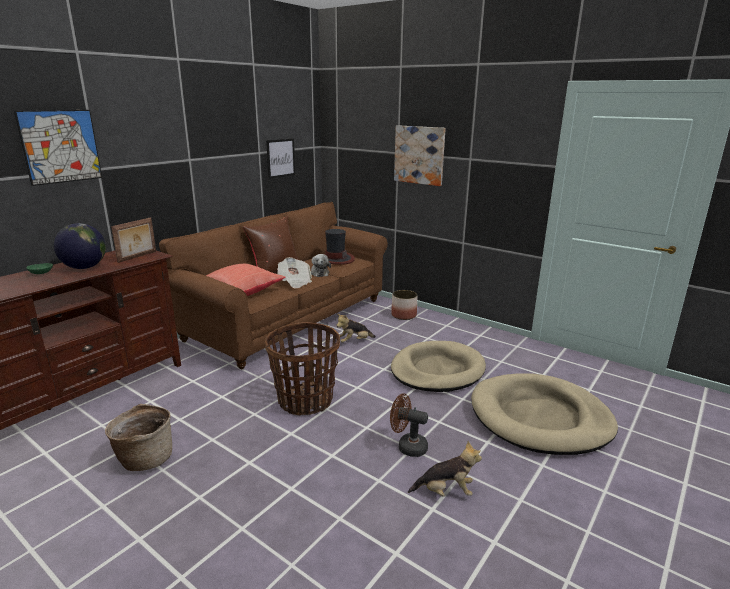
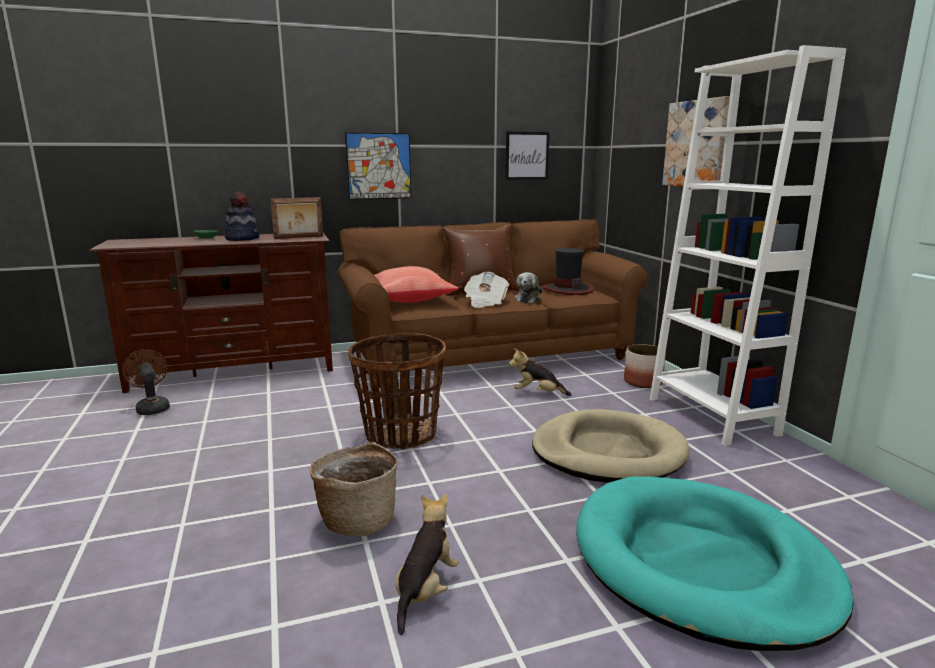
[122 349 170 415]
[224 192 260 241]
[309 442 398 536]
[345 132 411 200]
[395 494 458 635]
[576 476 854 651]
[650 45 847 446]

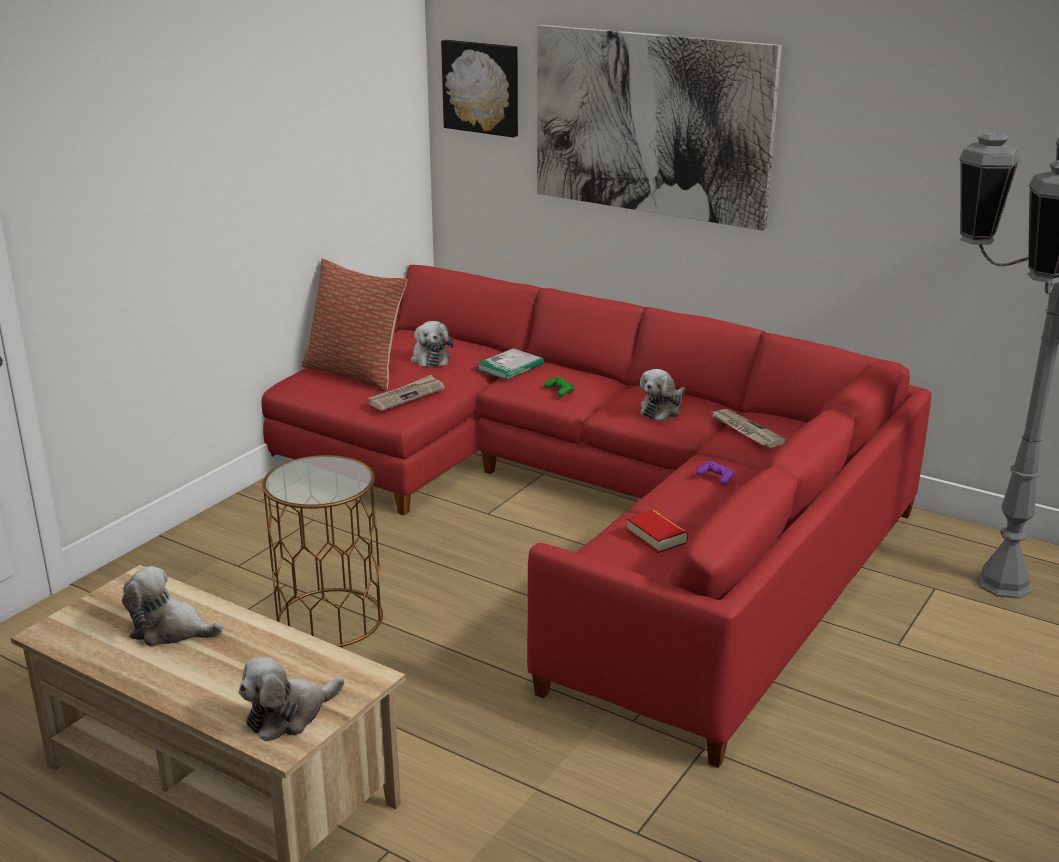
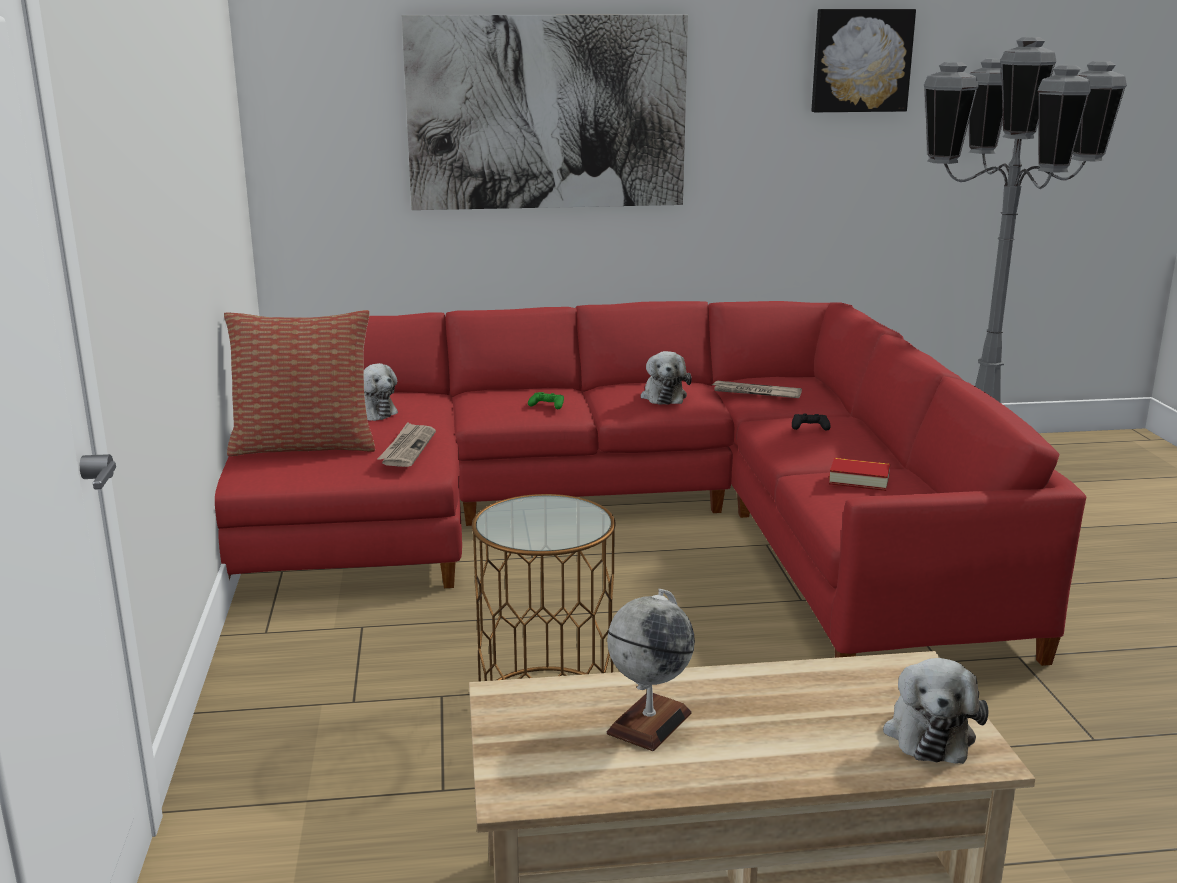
[607 589 695 751]
[792 414 831 431]
[812 9 916 112]
[476 348 544 380] (first image)

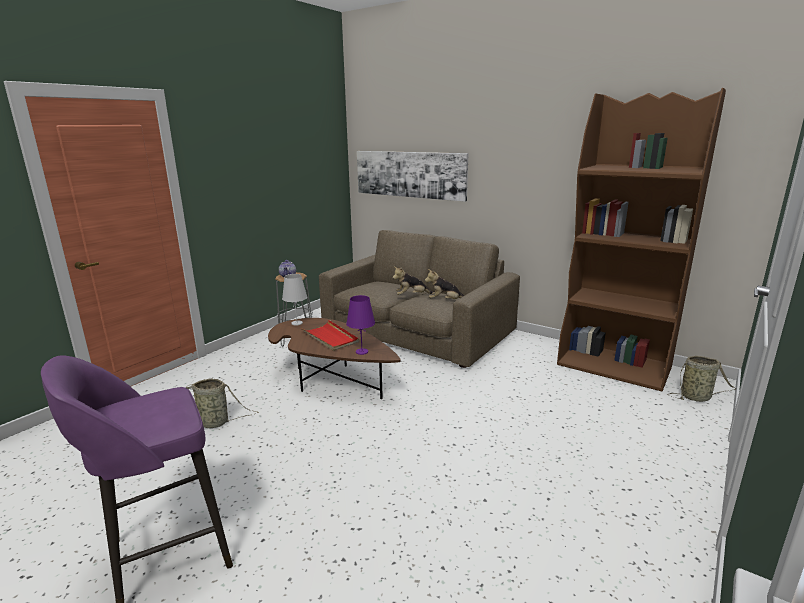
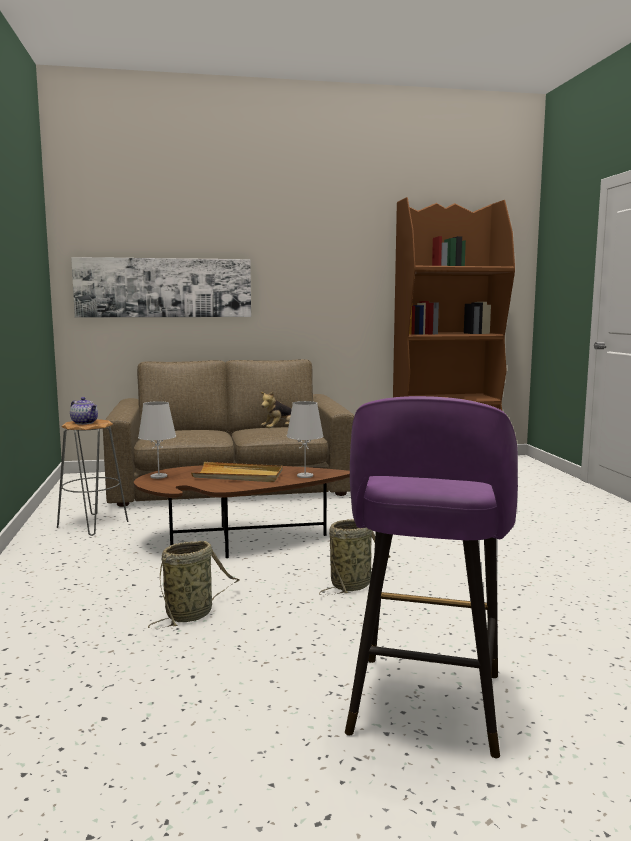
[191 462 283 482]
[287 401 324 478]
[319 519 390 595]
[393 267 433 295] (first image)

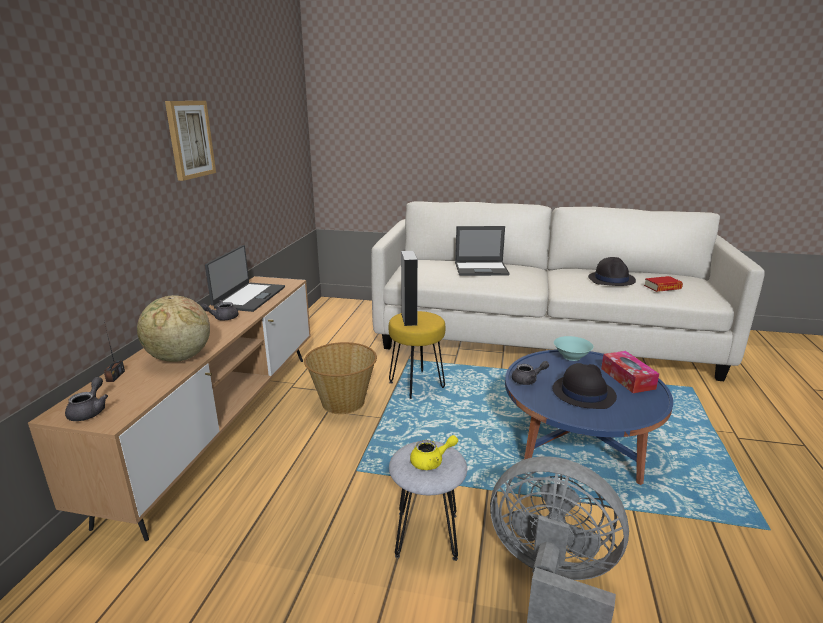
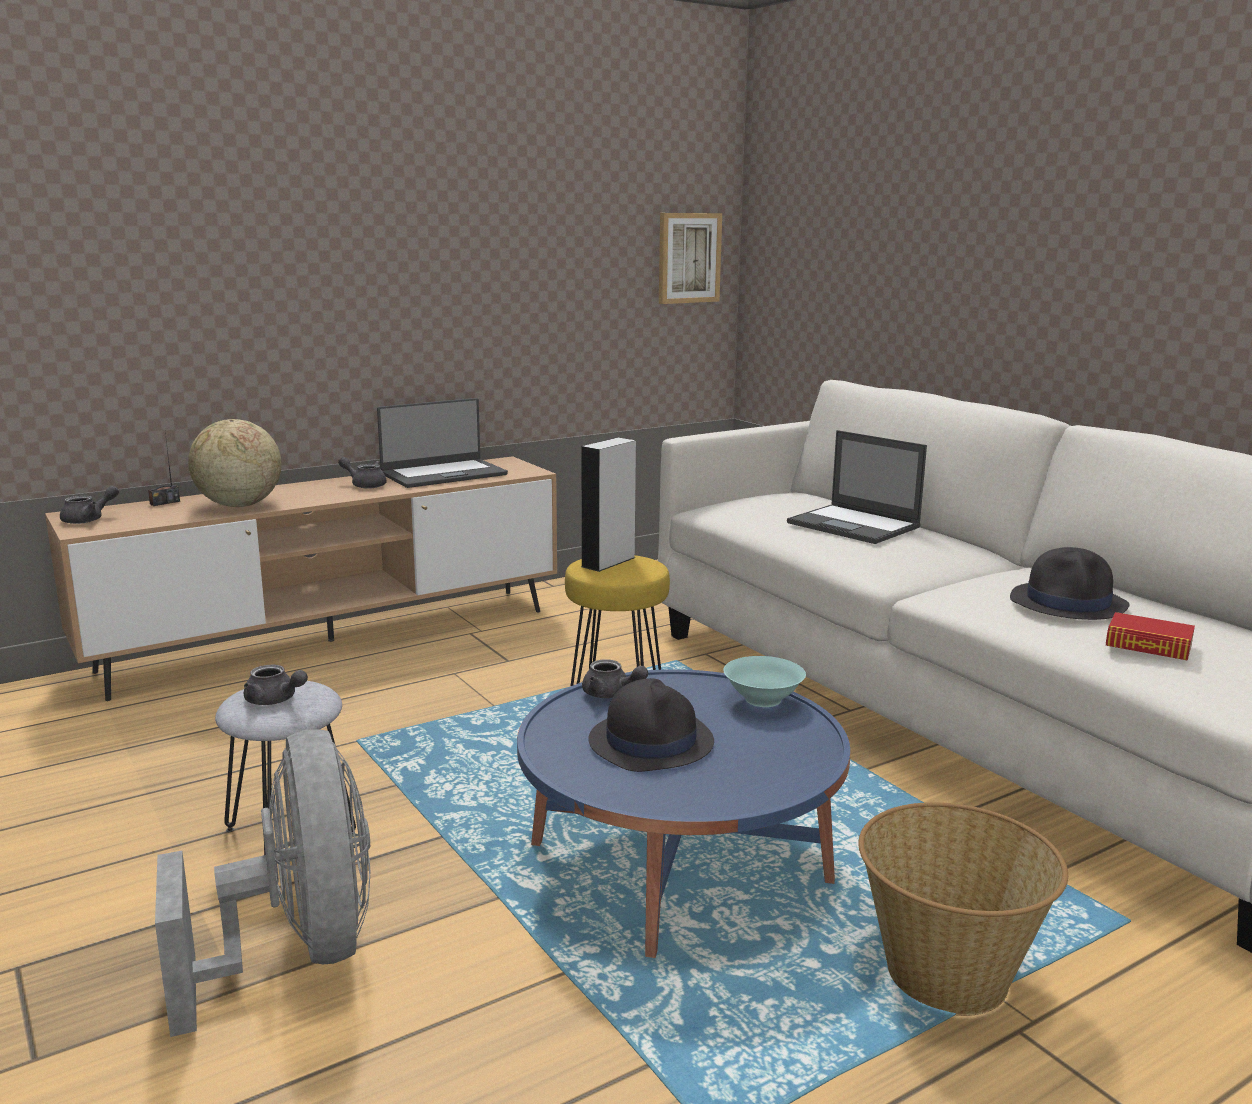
[244 665 308 705]
[659 213 722 304]
[858 802 1068 1016]
[601 351 659 393] (first image)

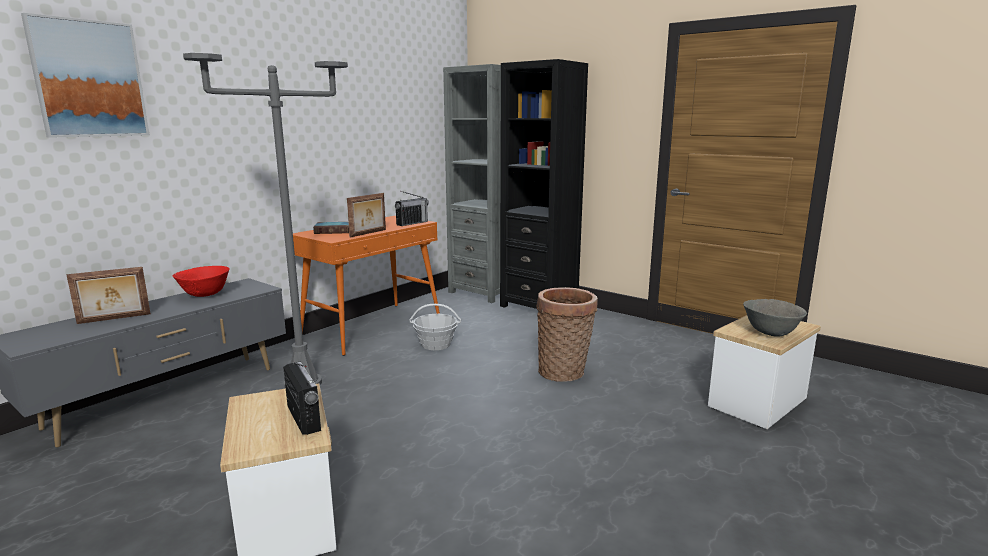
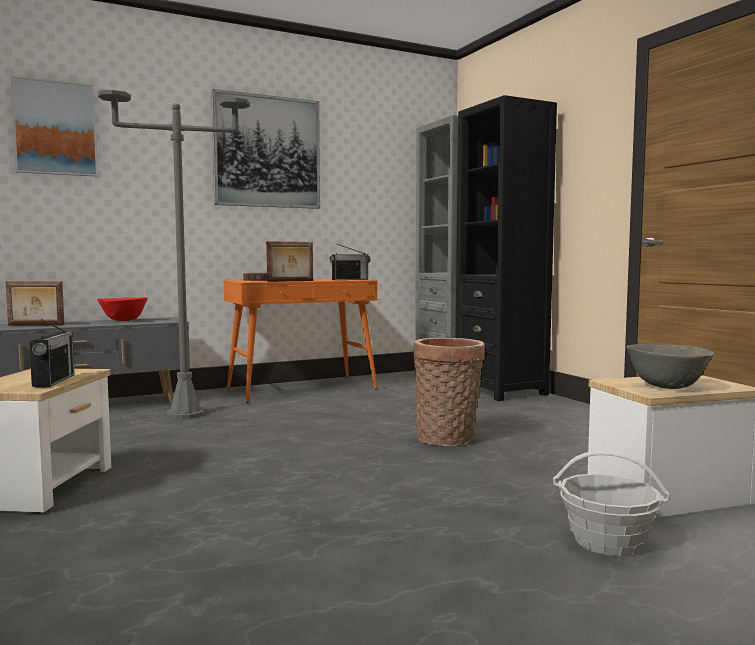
[211 89 320 209]
[553 451 670 556]

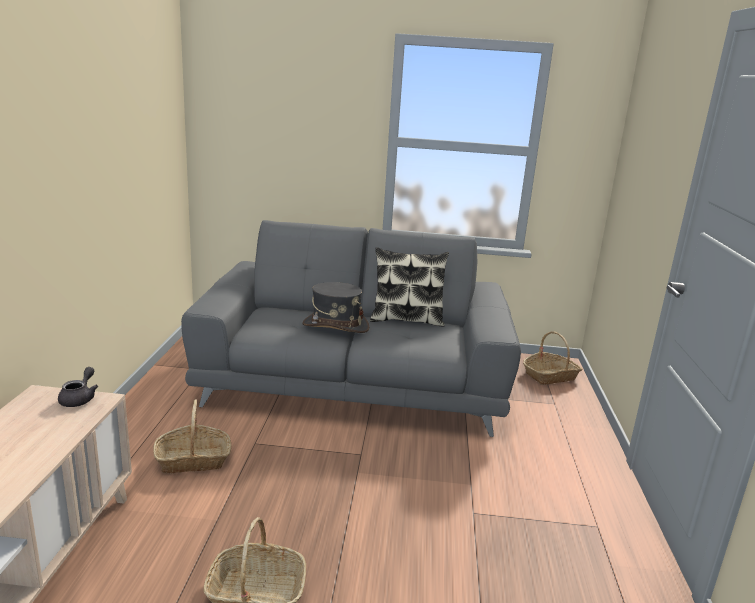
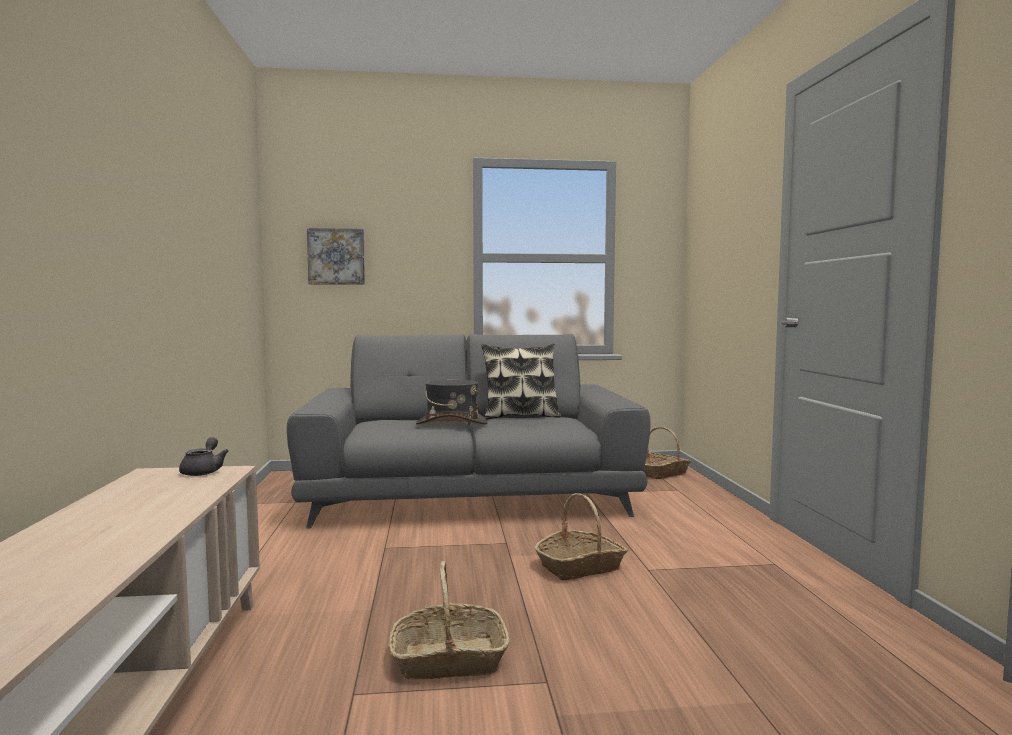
[307 228 365 285]
[535 493 628 580]

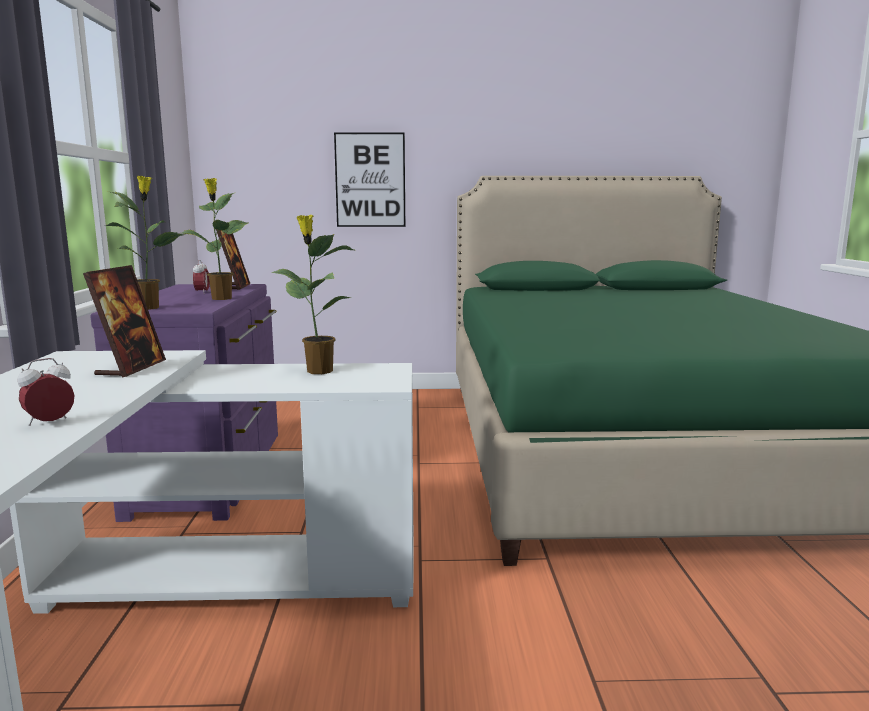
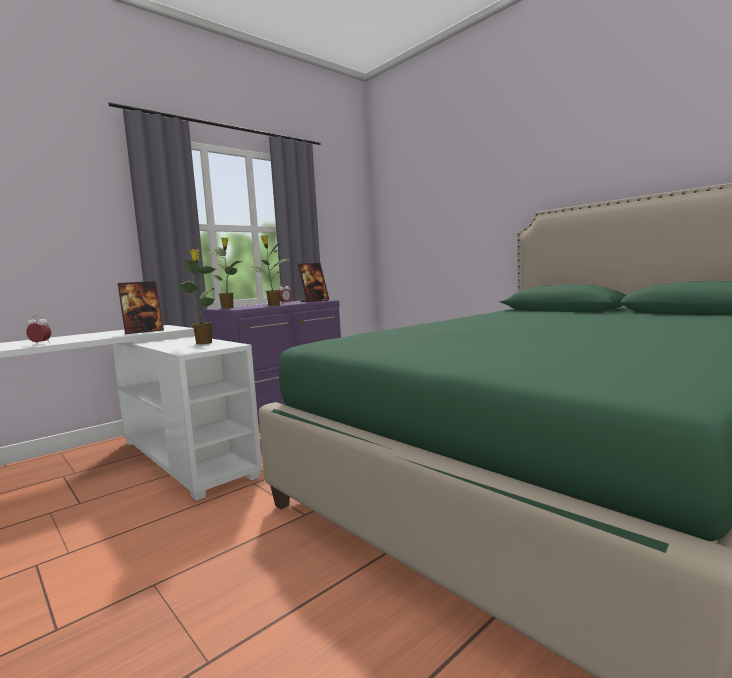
[334 132 405 227] (first image)

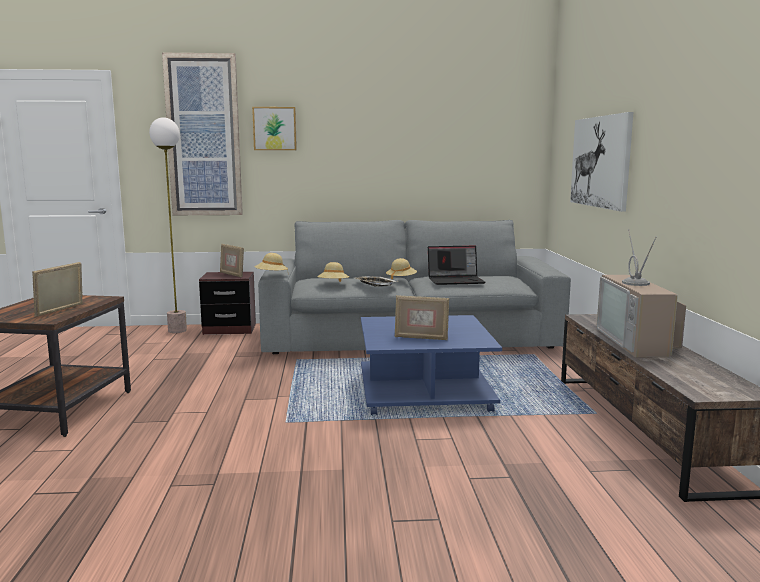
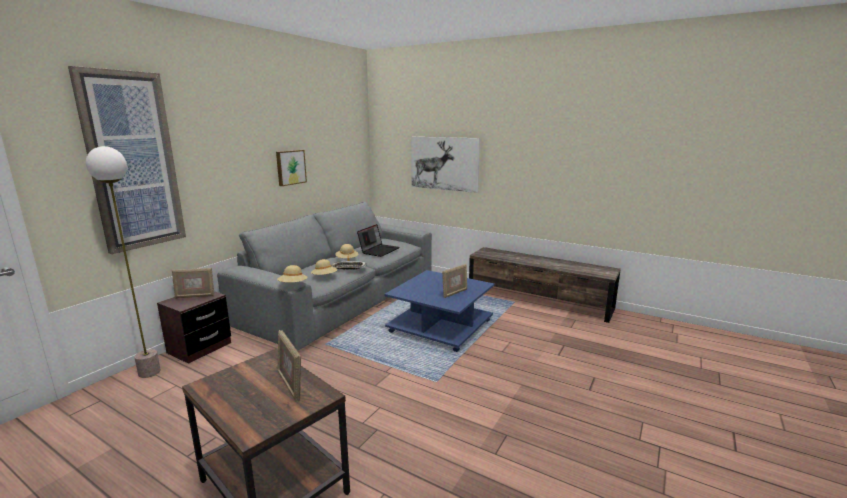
[276 150 307 186]
[597 229 686 357] (first image)

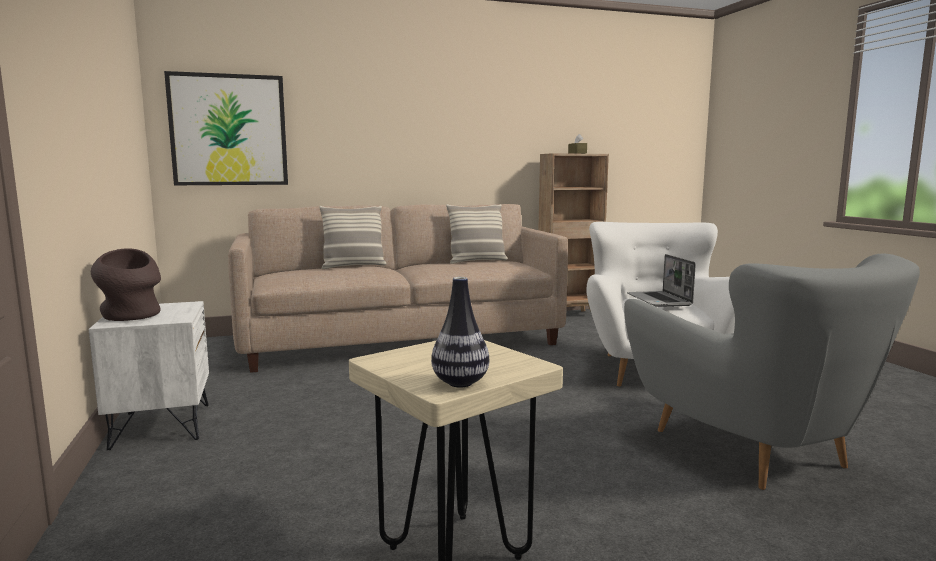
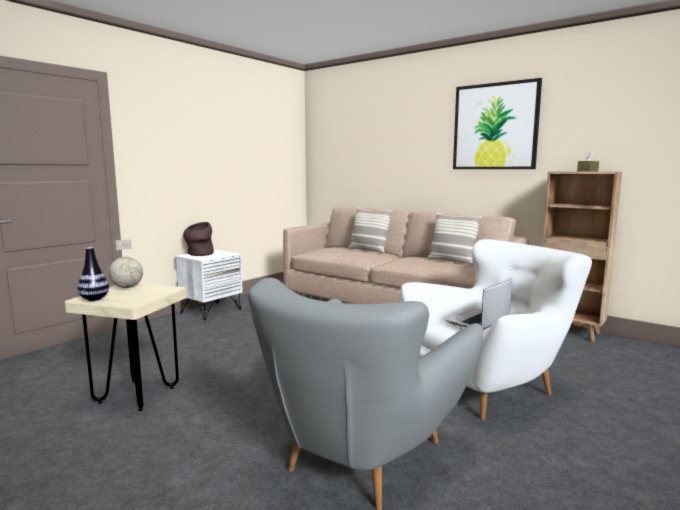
[109 239 143 288]
[453 78 542 169]

